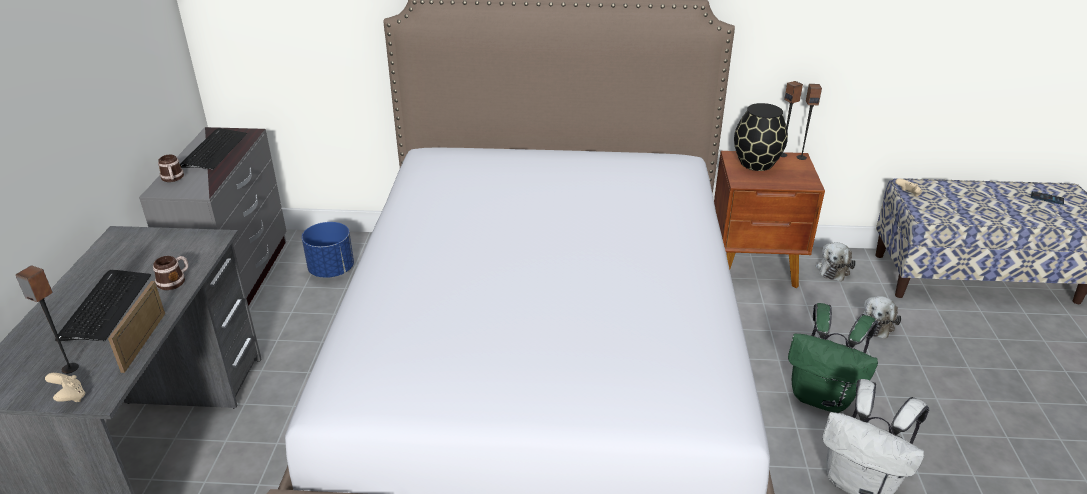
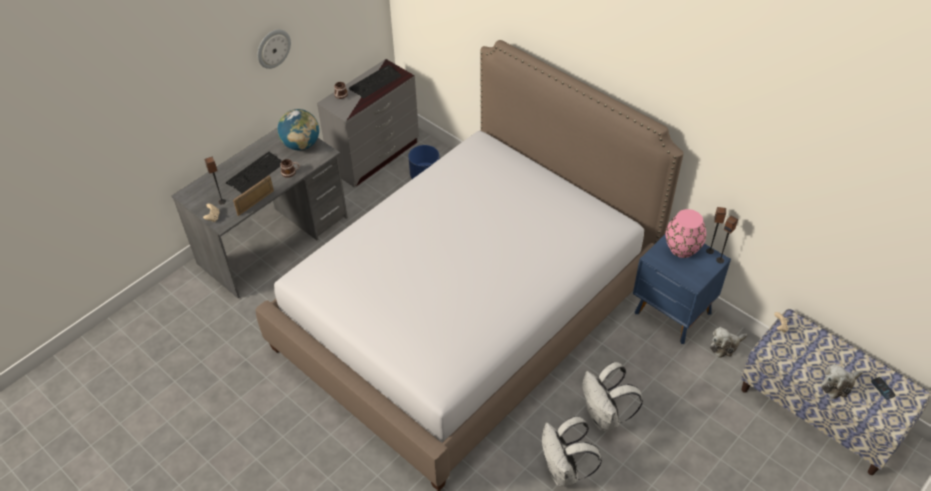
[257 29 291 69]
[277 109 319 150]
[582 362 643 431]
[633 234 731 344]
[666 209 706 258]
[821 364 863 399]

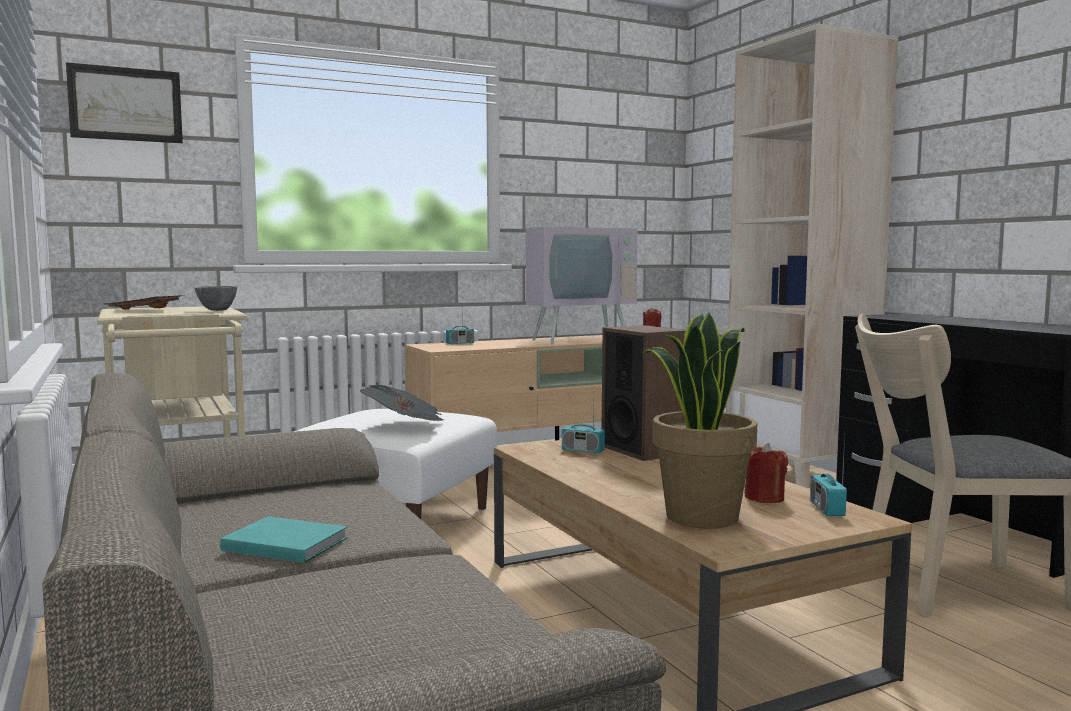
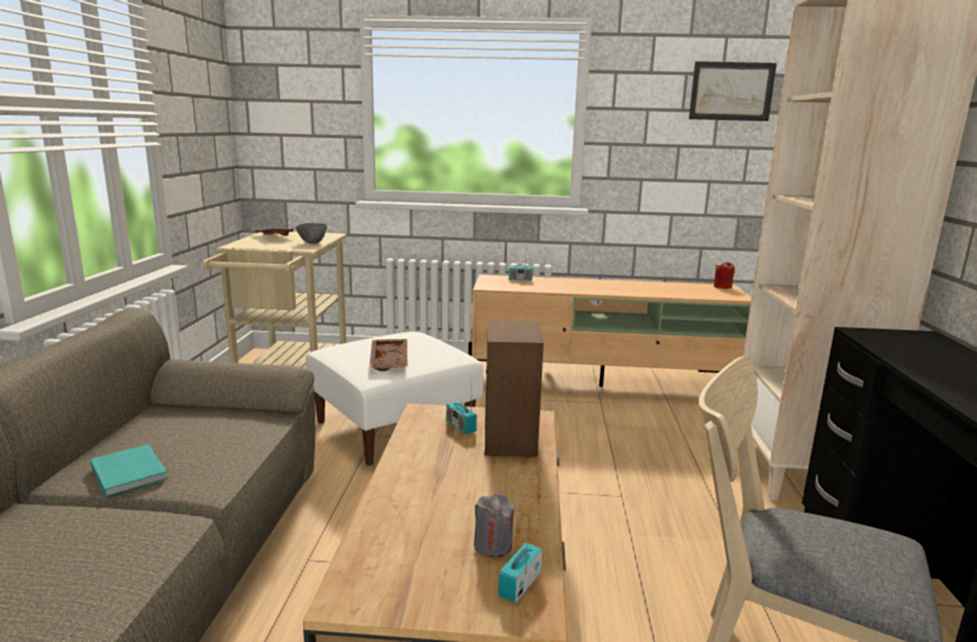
[369 339 407 371]
[474 493 515 557]
[689 61 777 121]
[520 184 638 344] (first image)
[642 312 757 528] (first image)

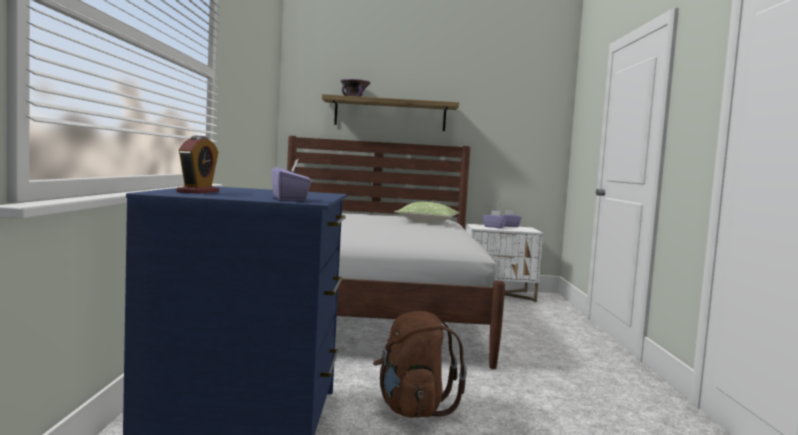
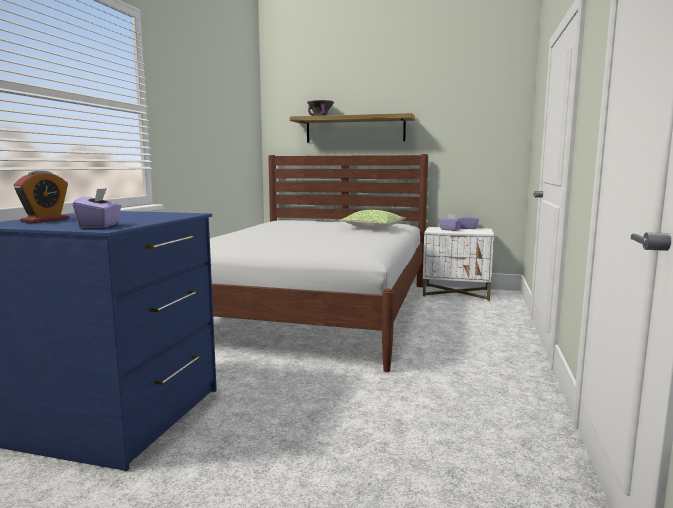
[373 311 467 418] (first image)

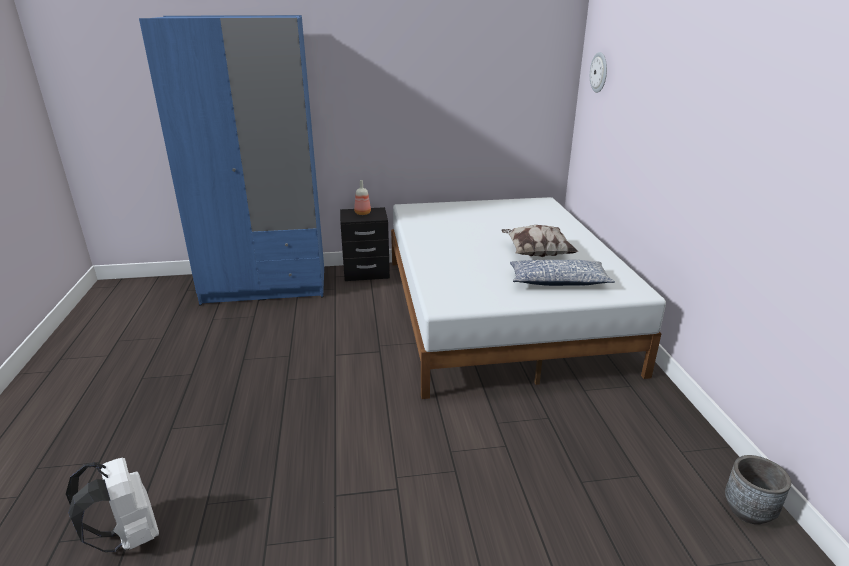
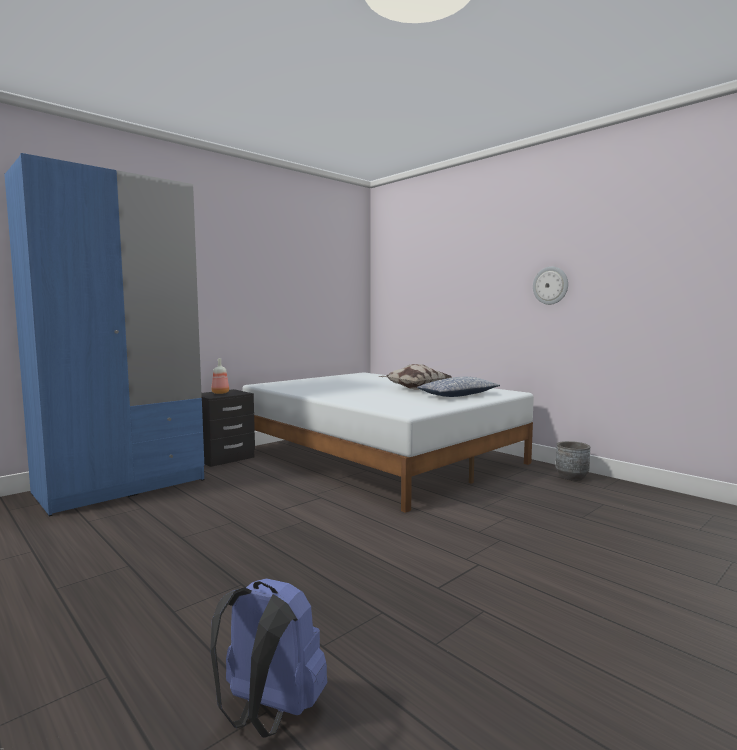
[210 578 327 738]
[533 267 568 305]
[555 441 590 481]

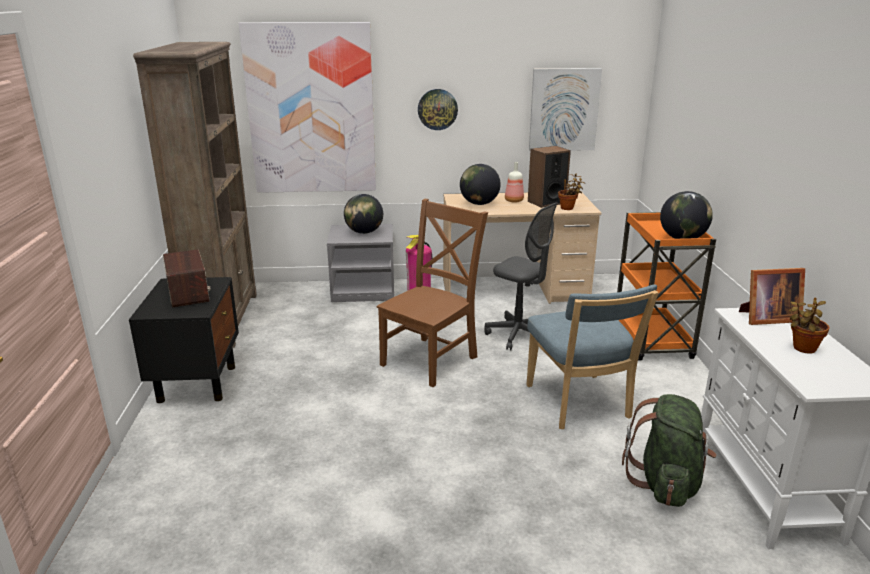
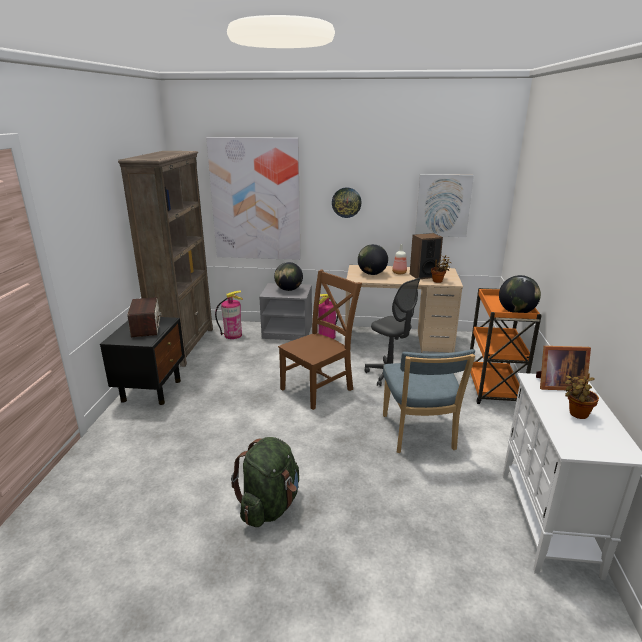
[215 290 243 339]
[231 437 299 527]

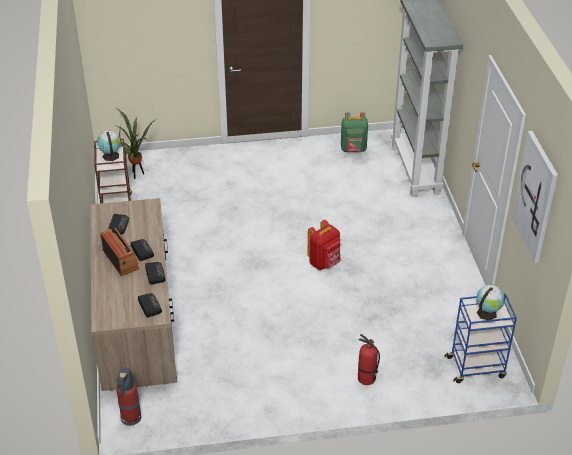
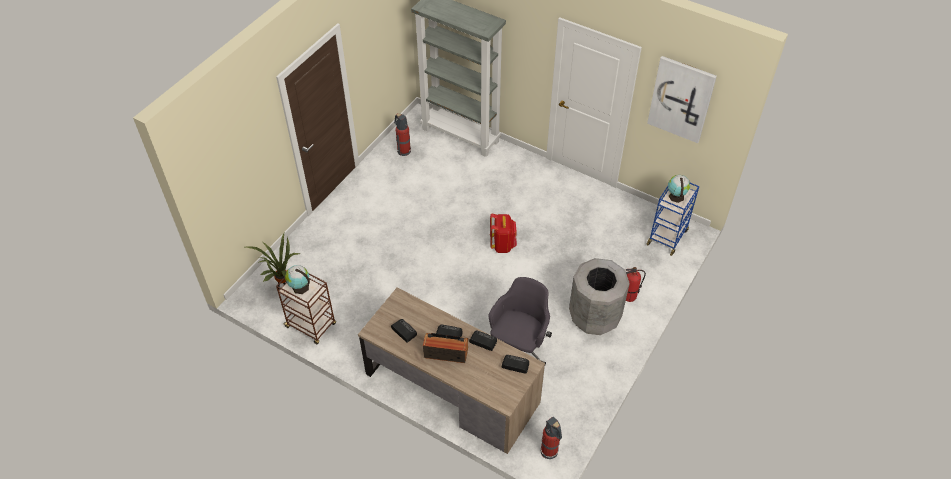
[394 113 411 156]
[489 277 552 365]
[569 258 630 335]

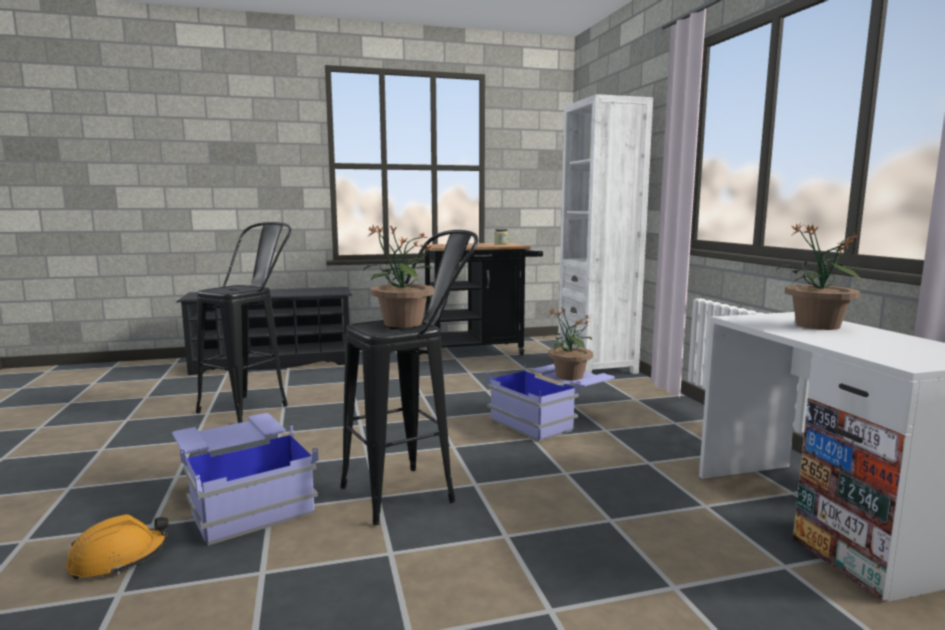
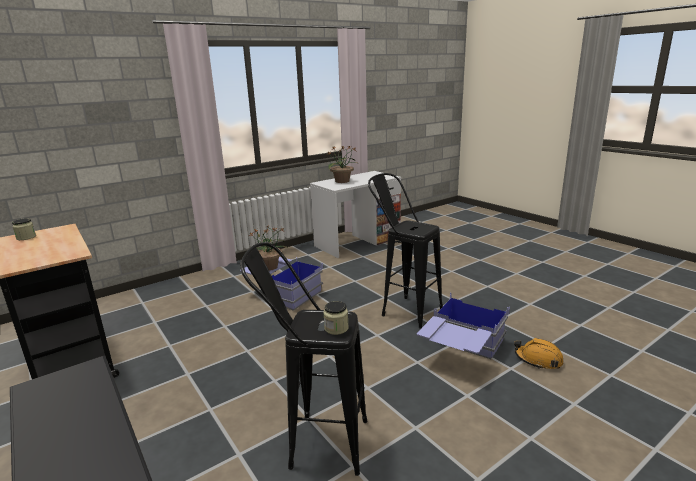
[323 301 349 335]
[363 225 434 328] (first image)
[558 94 653 374] (first image)

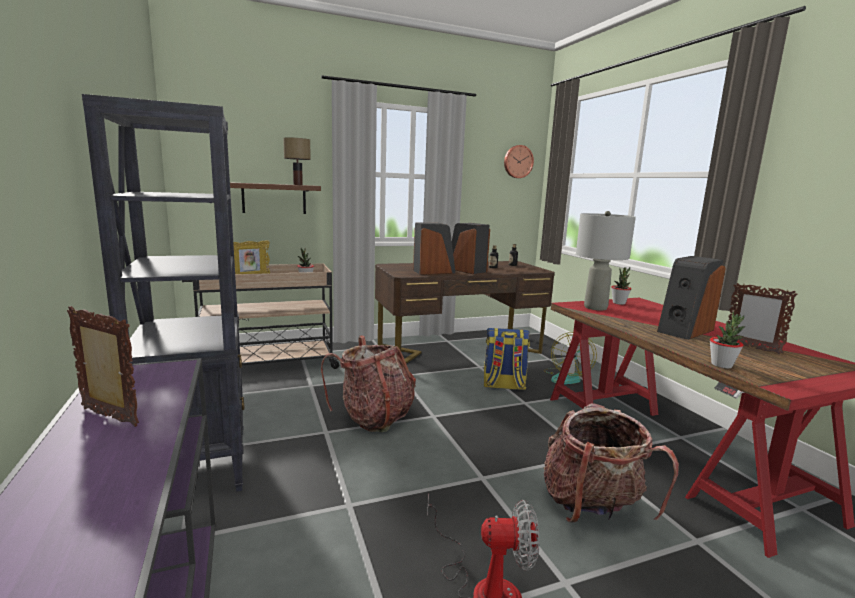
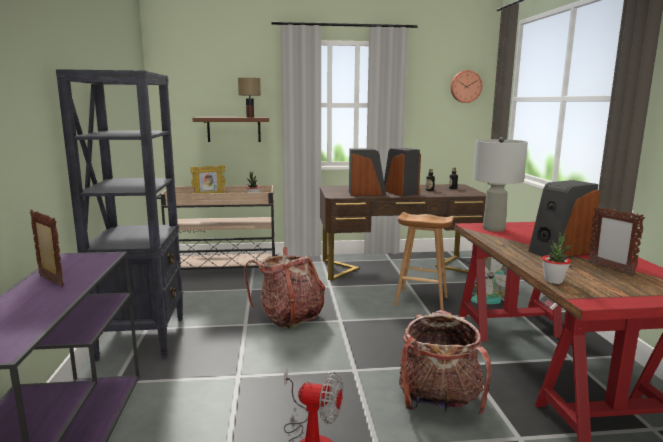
[394 212 454 311]
[611 267 631 305] (first image)

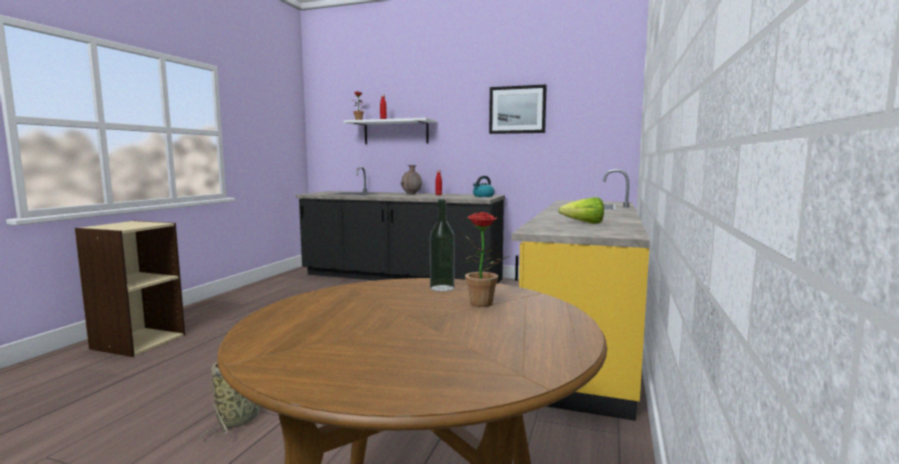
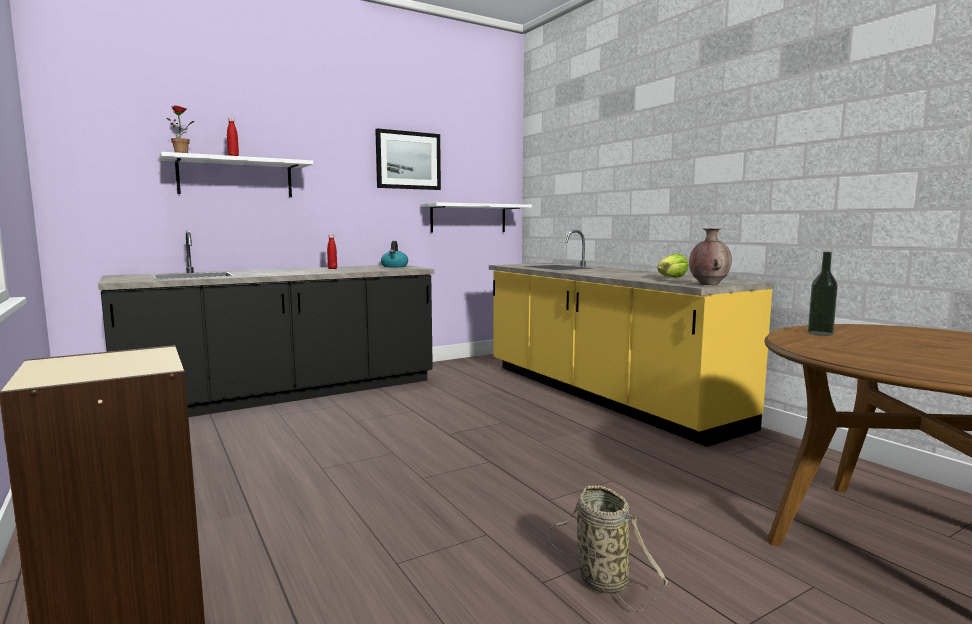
[421 202 532 233]
[689 228 732 285]
[464 212 509 307] (first image)

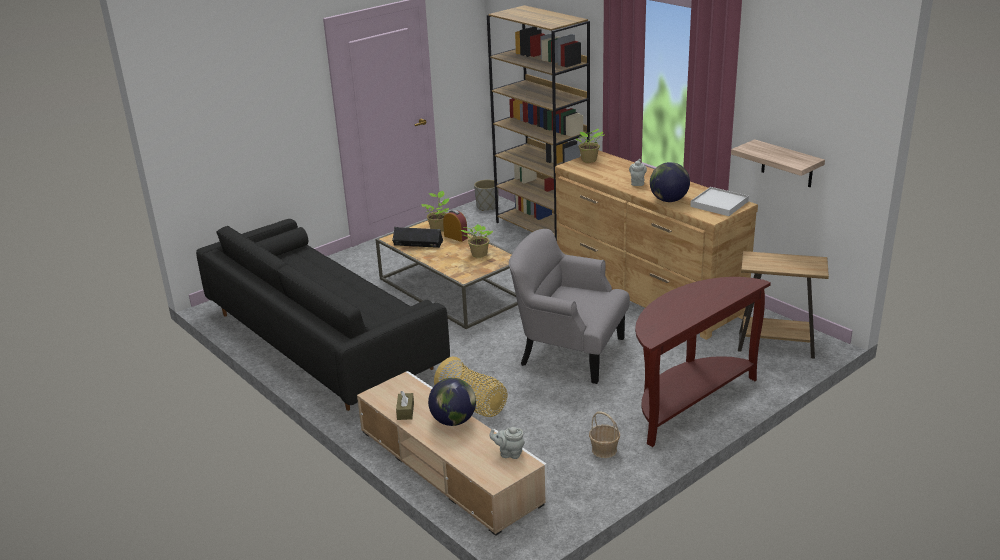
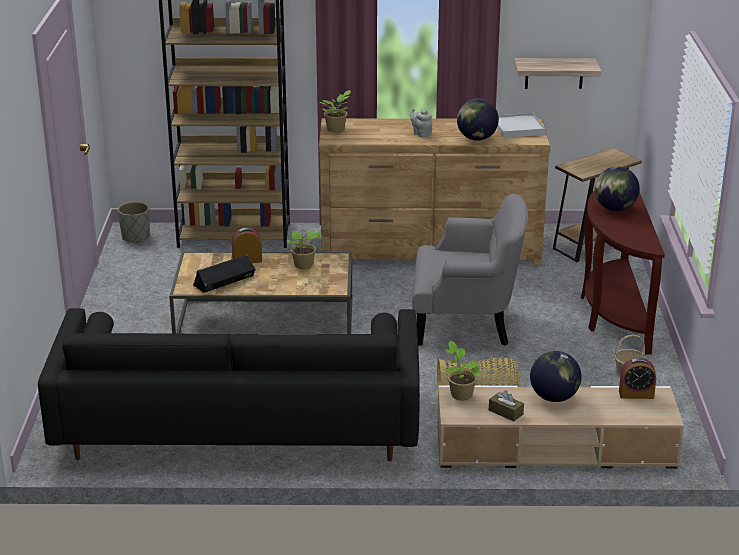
[412 194 528 346]
[444 341 482 400]
[595 167 640 211]
[619 357 656 399]

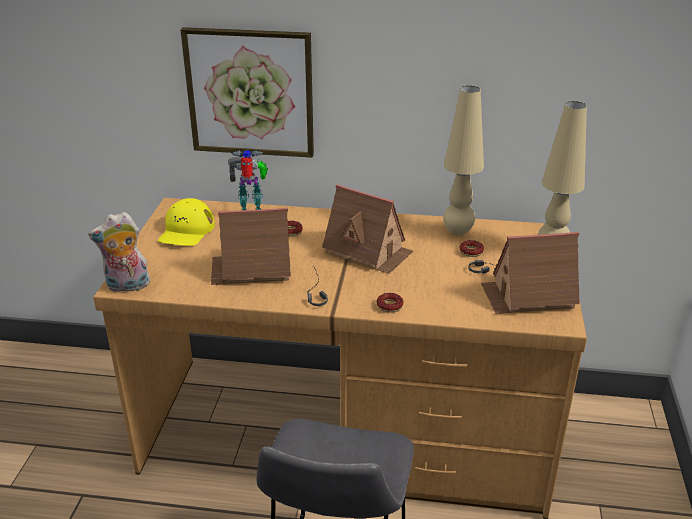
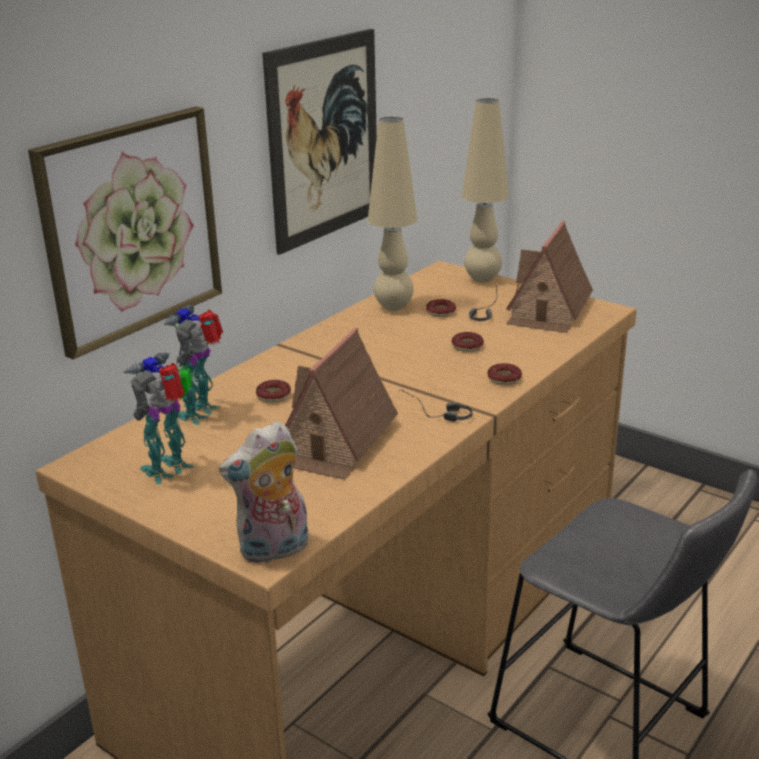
[123 353 194 484]
[219 421 308 563]
[262 29 377 255]
[451 332 484 352]
[322 184 413 274] (first image)

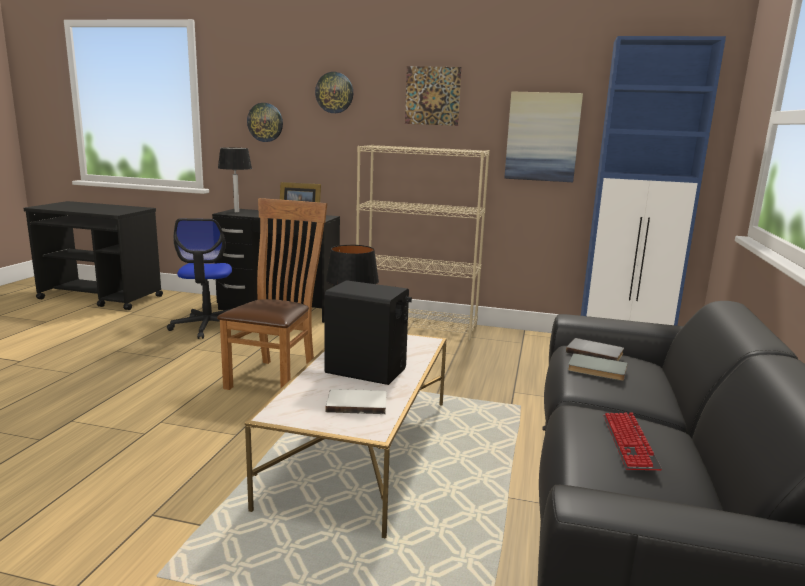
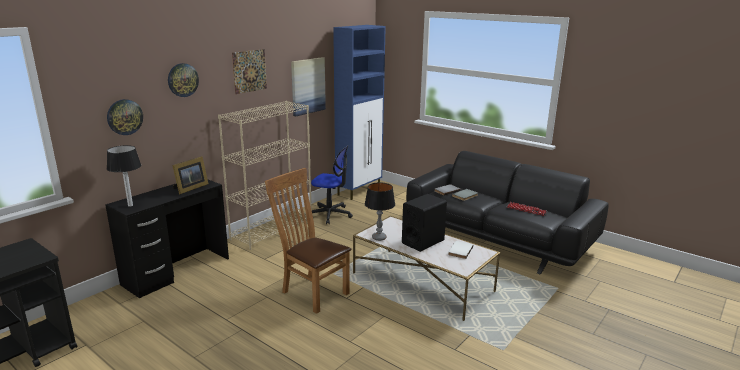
[311 145 353 224]

